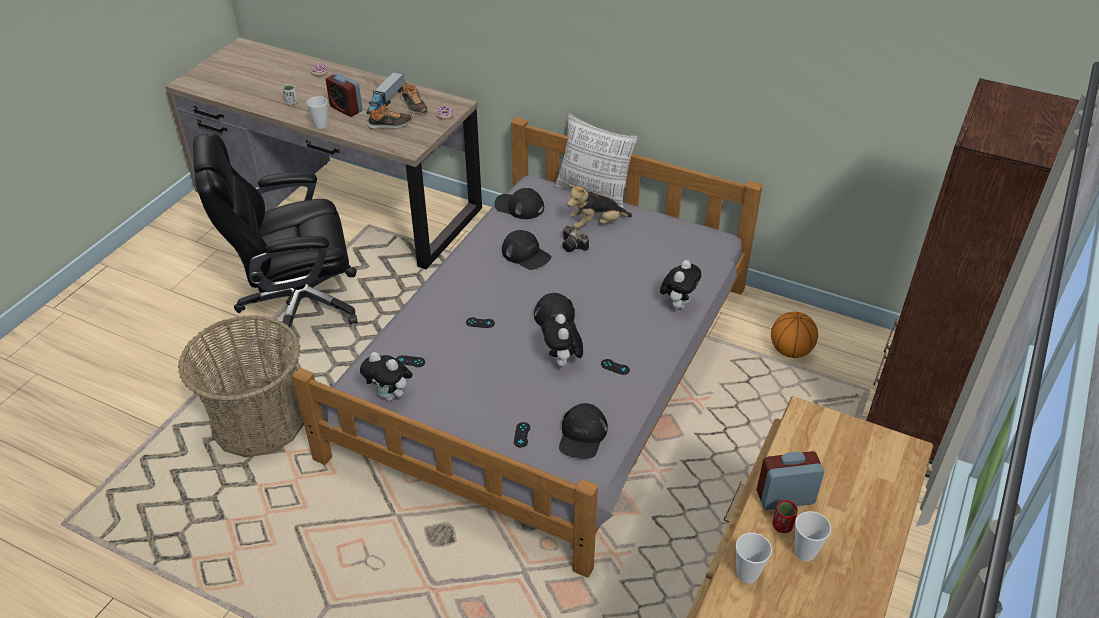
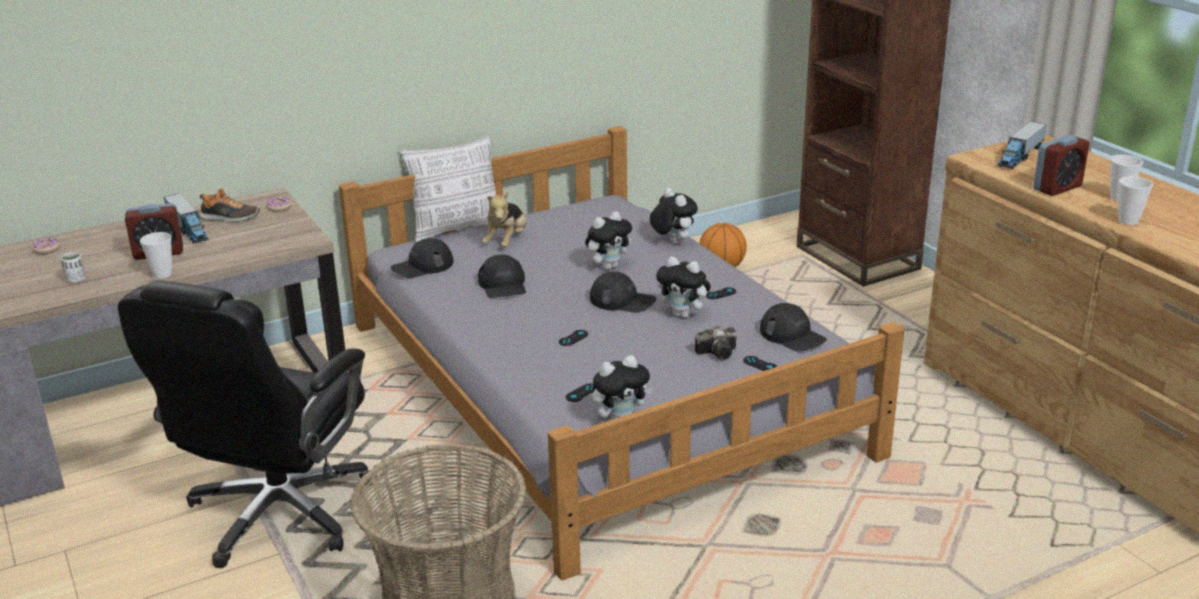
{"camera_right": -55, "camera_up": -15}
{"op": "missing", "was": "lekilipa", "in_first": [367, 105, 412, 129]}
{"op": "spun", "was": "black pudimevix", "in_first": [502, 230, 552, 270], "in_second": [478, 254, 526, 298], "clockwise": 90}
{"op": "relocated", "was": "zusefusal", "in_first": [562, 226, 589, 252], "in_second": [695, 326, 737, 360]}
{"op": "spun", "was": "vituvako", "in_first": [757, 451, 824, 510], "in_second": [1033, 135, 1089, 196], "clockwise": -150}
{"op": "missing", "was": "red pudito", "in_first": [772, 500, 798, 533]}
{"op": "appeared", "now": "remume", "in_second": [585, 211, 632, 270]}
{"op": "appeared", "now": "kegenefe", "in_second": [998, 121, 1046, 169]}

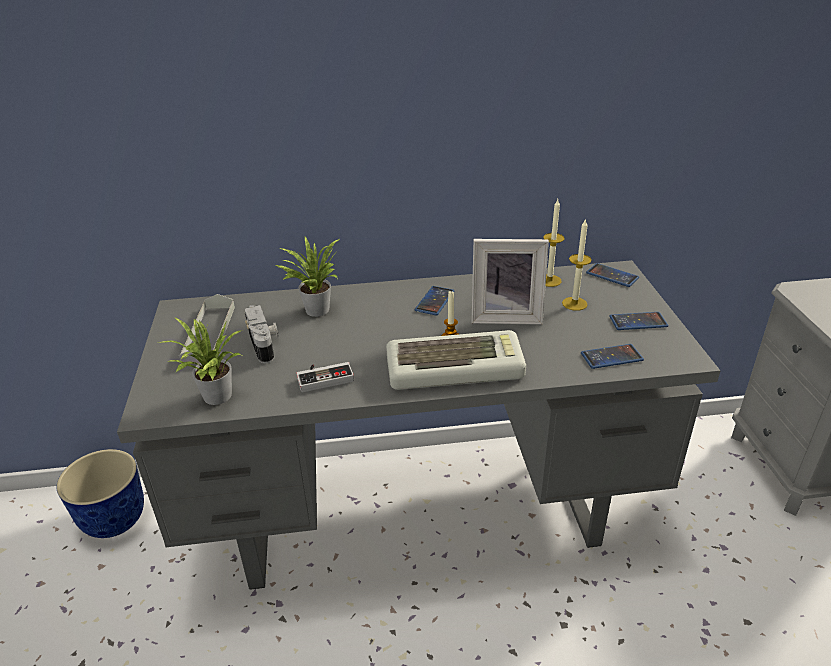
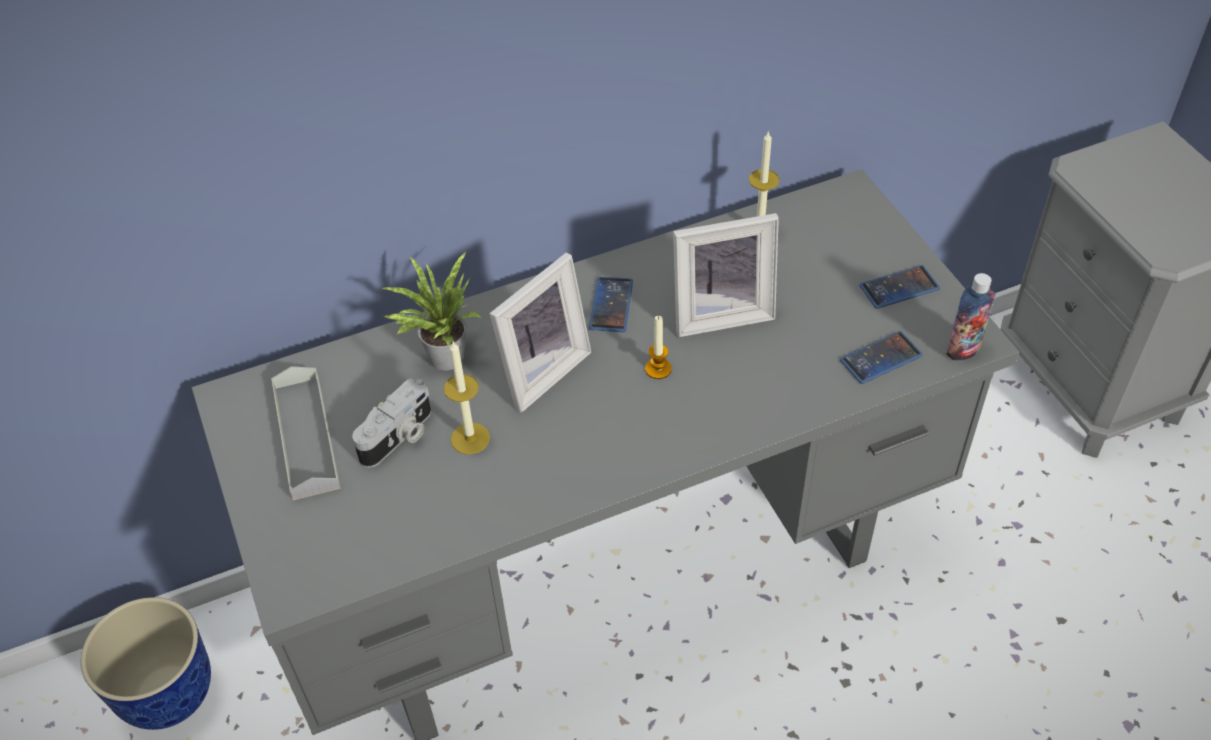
{"camera_right": -15, "camera_up": 15}
{"op": "missing", "was": "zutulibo", "in_first": [159, 317, 241, 405]}
{"op": "spun", "was": "zusefusal", "in_first": [244, 305, 279, 363], "in_second": [352, 378, 431, 468], "clockwise": 75}
{"op": "missing", "was": "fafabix", "in_first": [296, 362, 354, 392]}
{"op": "missing", "was": "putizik", "in_first": [386, 330, 526, 390]}
{"op": "relocated", "was": "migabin", "in_first": [562, 218, 592, 311], "in_second": [444, 342, 490, 454]}
{"op": "missing", "was": "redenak", "in_first": [586, 263, 639, 287]}
{"op": "appeared", "now": "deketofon", "in_second": [490, 253, 591, 413]}
{"op": "appeared", "now": "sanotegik", "in_second": [946, 273, 996, 361]}

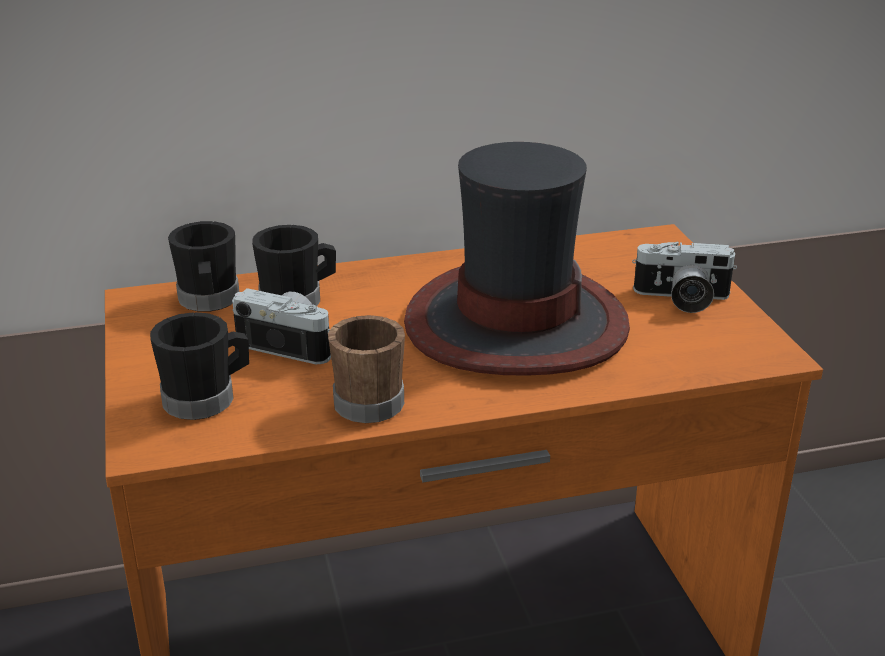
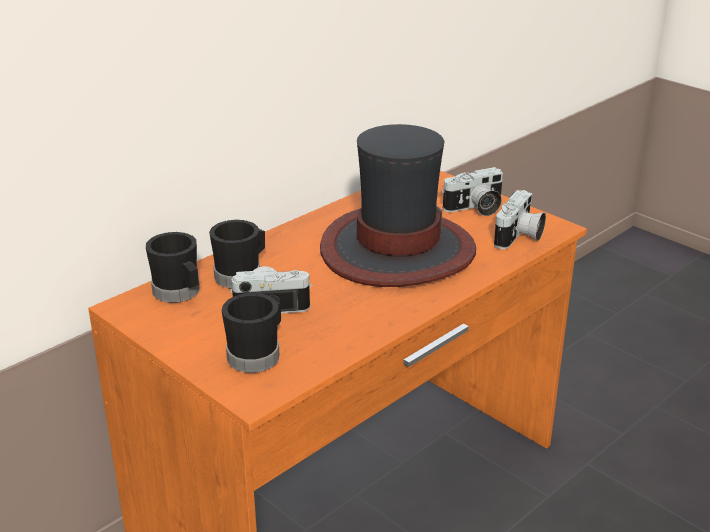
{"camera_right": -30, "camera_up": 0}
{"op": "missing", "was": "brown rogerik", "in_first": [328, 315, 405, 423]}
{"op": "appeared", "now": "zusefusal", "in_second": [494, 190, 546, 249]}

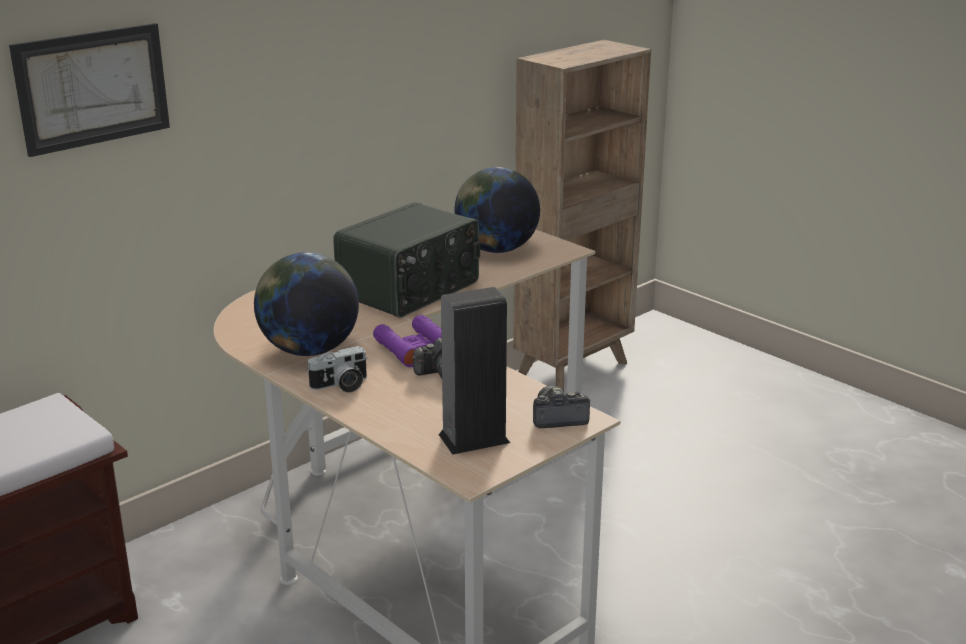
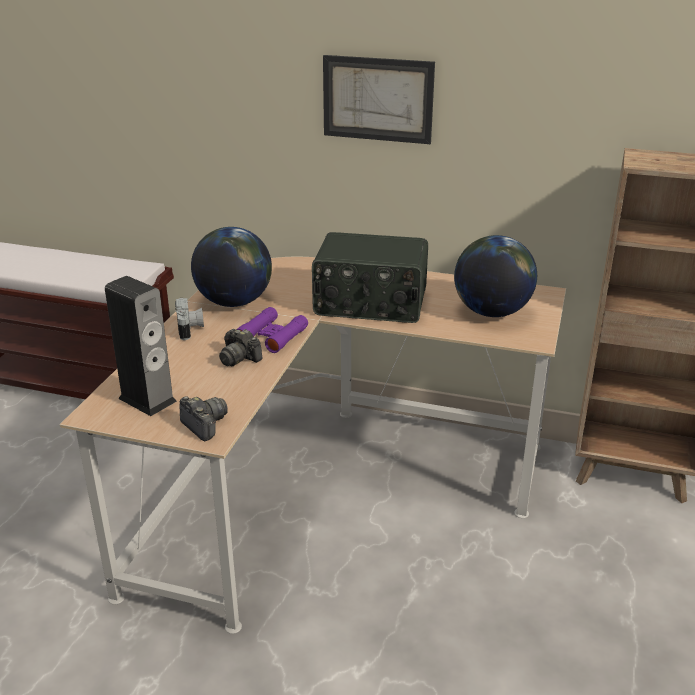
{"camera_right": 60, "camera_up": 5}
{"op": "relocated", "was": "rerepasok", "in_first": [9, 23, 170, 157], "in_second": [323, 55, 435, 144]}
{"op": "spun", "was": "zusefusal", "in_first": [307, 346, 367, 393], "in_second": [175, 298, 204, 340], "clockwise": -135}

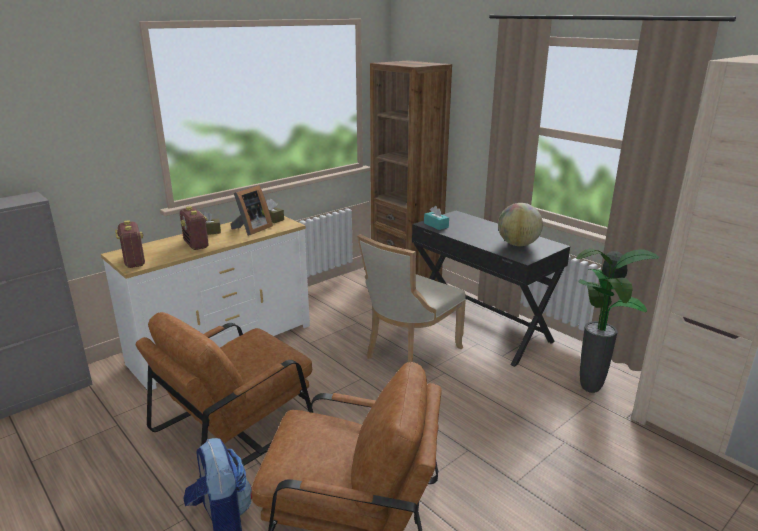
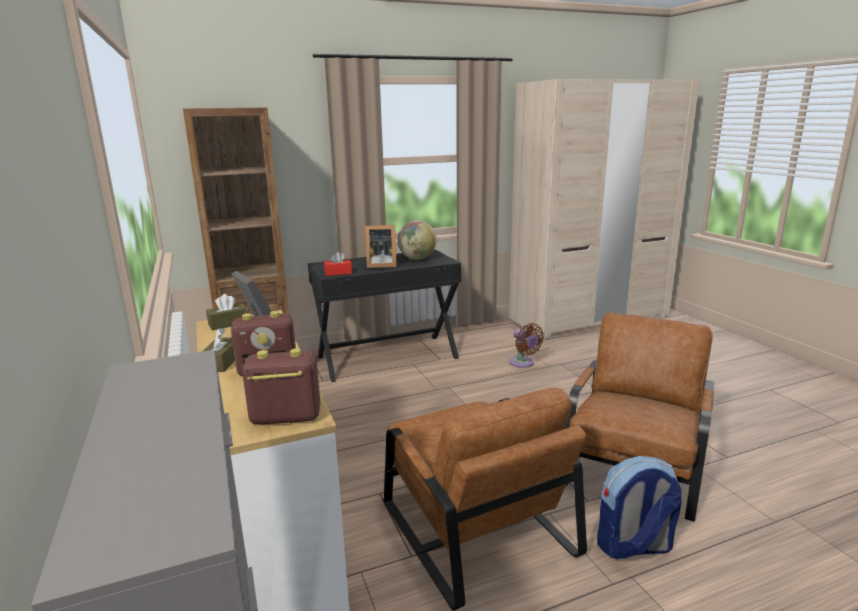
{"camera_right": -70, "camera_up": -5}
{"op": "missing", "was": "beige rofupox", "in_first": [357, 234, 466, 362]}
{"op": "colour", "was": "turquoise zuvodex", "now": "red zuvodex", "in_first": [424, 206, 449, 230], "in_second": [324, 252, 352, 276]}
{"op": "missing", "was": "zutulibo", "in_first": [576, 248, 659, 393]}
{"op": "appeared", "now": "deketofon", "in_second": [365, 225, 397, 268]}
{"op": "appeared", "now": "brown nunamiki", "in_second": [509, 323, 544, 368]}

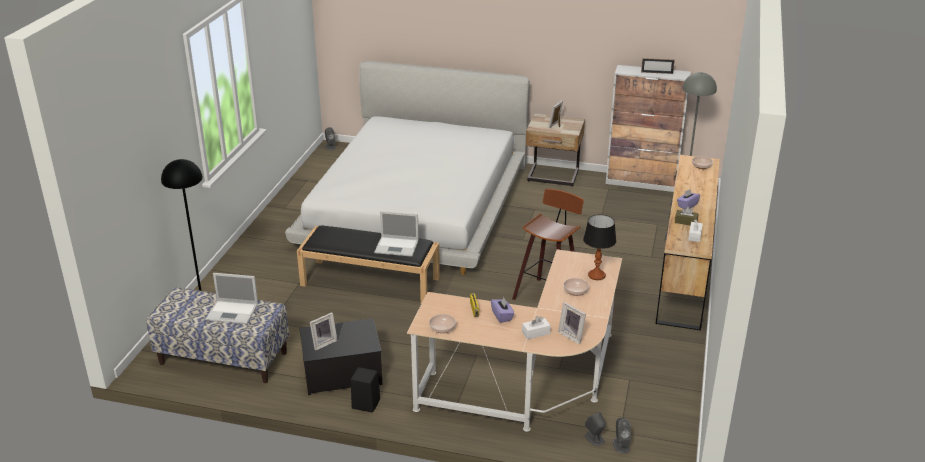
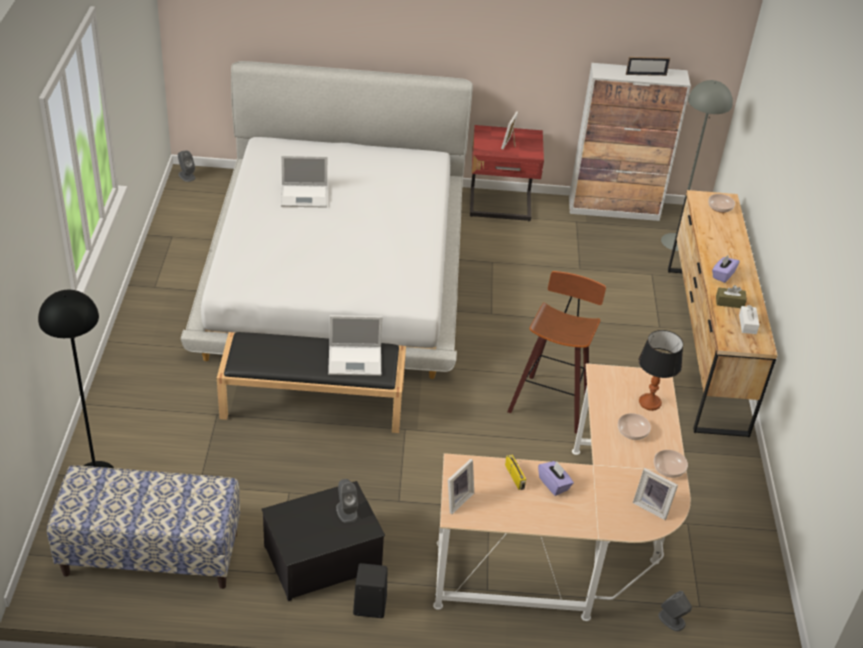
{"camera_right": -15, "camera_up": 10}
{"op": "relocated", "was": "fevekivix", "in_first": [205, 273, 258, 324], "in_second": [281, 155, 327, 208]}
{"op": "relocated", "was": "deketofon", "in_first": [310, 312, 338, 351], "in_second": [448, 459, 474, 514]}
{"op": "relocated", "was": "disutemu", "in_first": [429, 314, 456, 333], "in_second": [654, 450, 688, 478]}
{"op": "missing", "was": "white zuvodex", "in_first": [522, 316, 551, 339]}
{"op": "colour", "was": "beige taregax", "now": "red taregax", "in_first": [526, 113, 585, 187], "in_second": [470, 125, 544, 221]}
{"op": "relocated", "was": "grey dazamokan", "in_first": [613, 418, 631, 454], "in_second": [336, 479, 358, 523]}

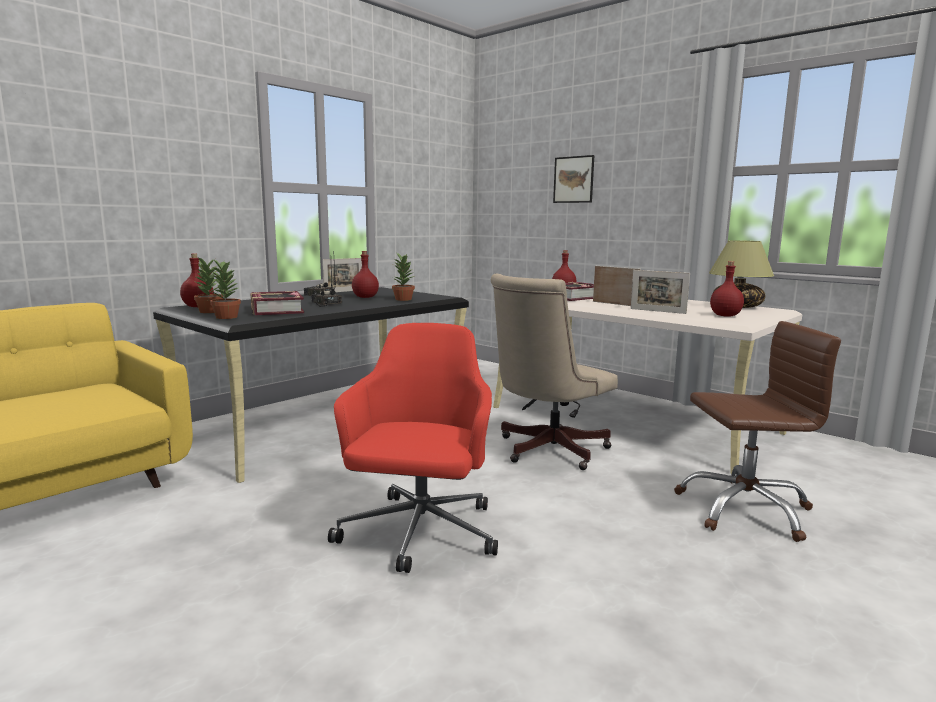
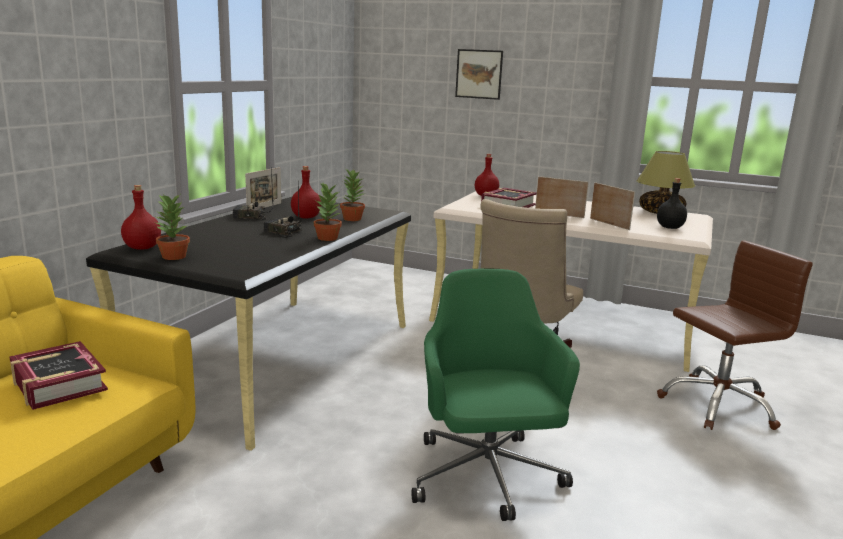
{"camera_right": -20, "camera_up": 5}
{"op": "relocated", "was": "zutulibo", "in_first": [210, 259, 241, 319], "in_second": [314, 183, 342, 241]}
{"op": "relocated", "was": "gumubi", "in_first": [250, 291, 304, 315], "in_second": [9, 341, 108, 410]}
{"op": "colour", "was": "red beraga", "now": "green beraga", "in_first": [328, 323, 498, 573], "in_second": [411, 268, 580, 521]}
{"op": "spun", "was": "deketofon", "in_first": [631, 270, 690, 314], "in_second": [590, 182, 635, 230], "clockwise": -135}
{"op": "colour", "was": "red sanotegik", "now": "black sanotegik", "in_first": [710, 261, 744, 317], "in_second": [657, 178, 687, 229]}

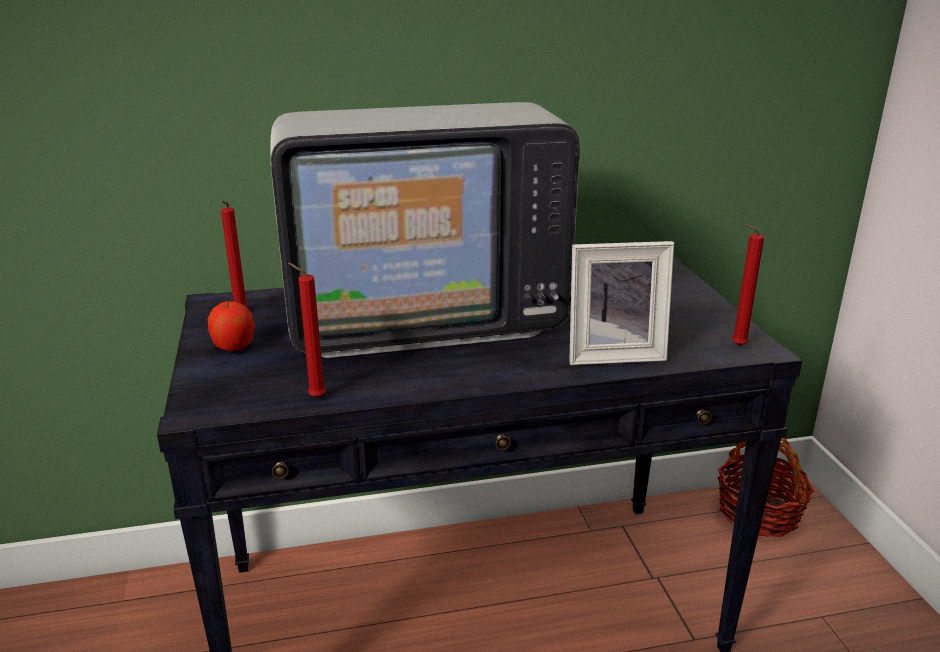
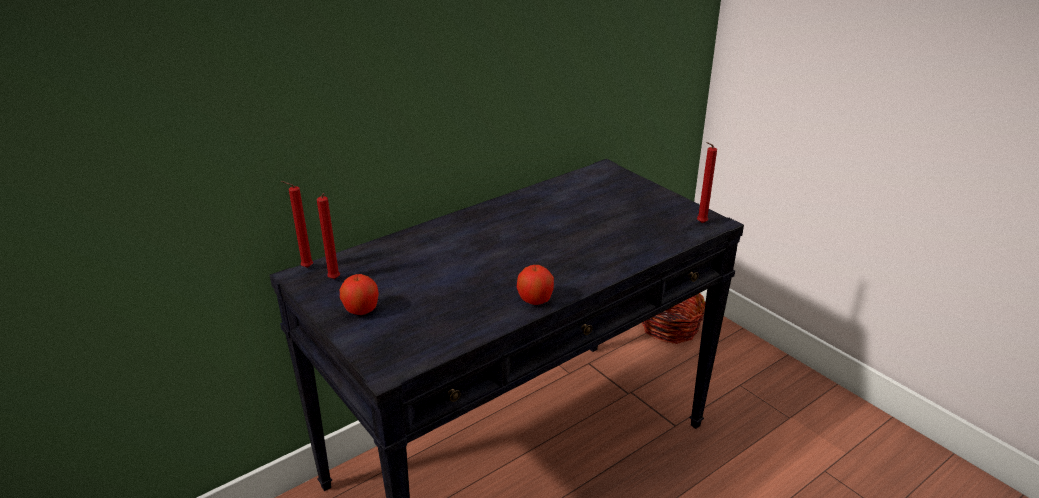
{"camera_right": -25, "camera_up": 5}
{"op": "missing", "was": "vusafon", "in_first": [270, 102, 580, 358]}
{"op": "relocated", "was": "red migabin", "in_first": [288, 263, 326, 398], "in_second": [281, 181, 313, 268]}
{"op": "missing", "was": "deketofon", "in_first": [569, 241, 674, 365]}
{"op": "appeared", "now": "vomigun", "in_second": [517, 265, 554, 305]}

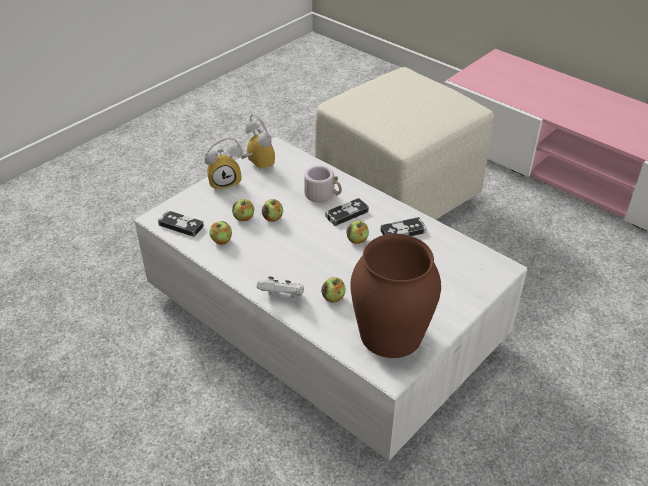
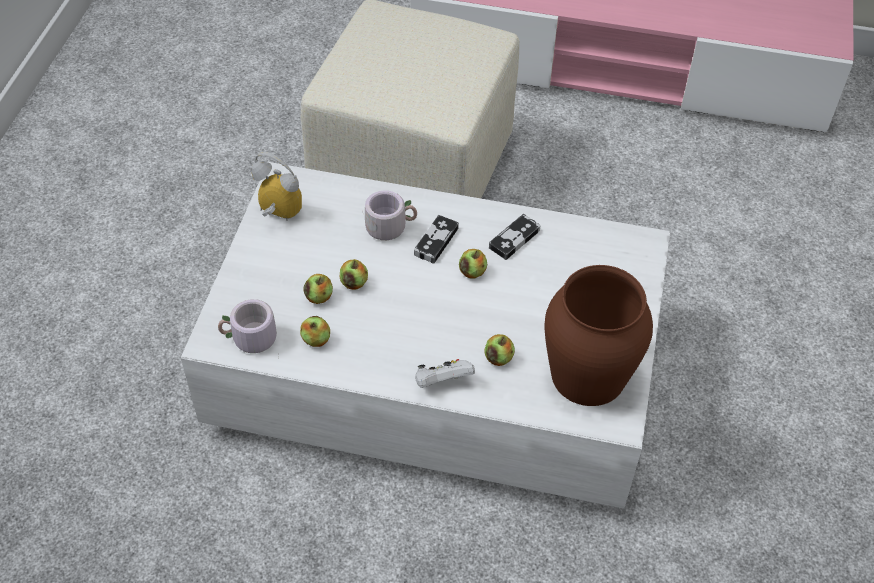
{"camera_right": -30, "camera_up": 10}
{"op": "exchanged", "was": "fafabix", "now": "grey rogerik", "in_first": [158, 211, 204, 237], "in_second": [218, 299, 279, 359]}
{"op": "missing", "was": "vituvako", "in_first": [205, 137, 243, 191]}

